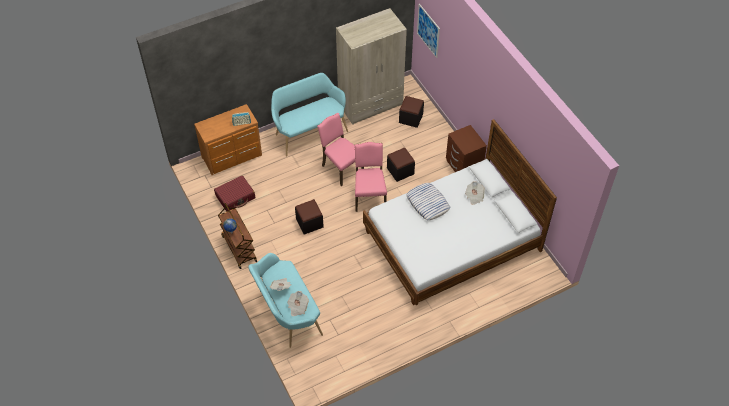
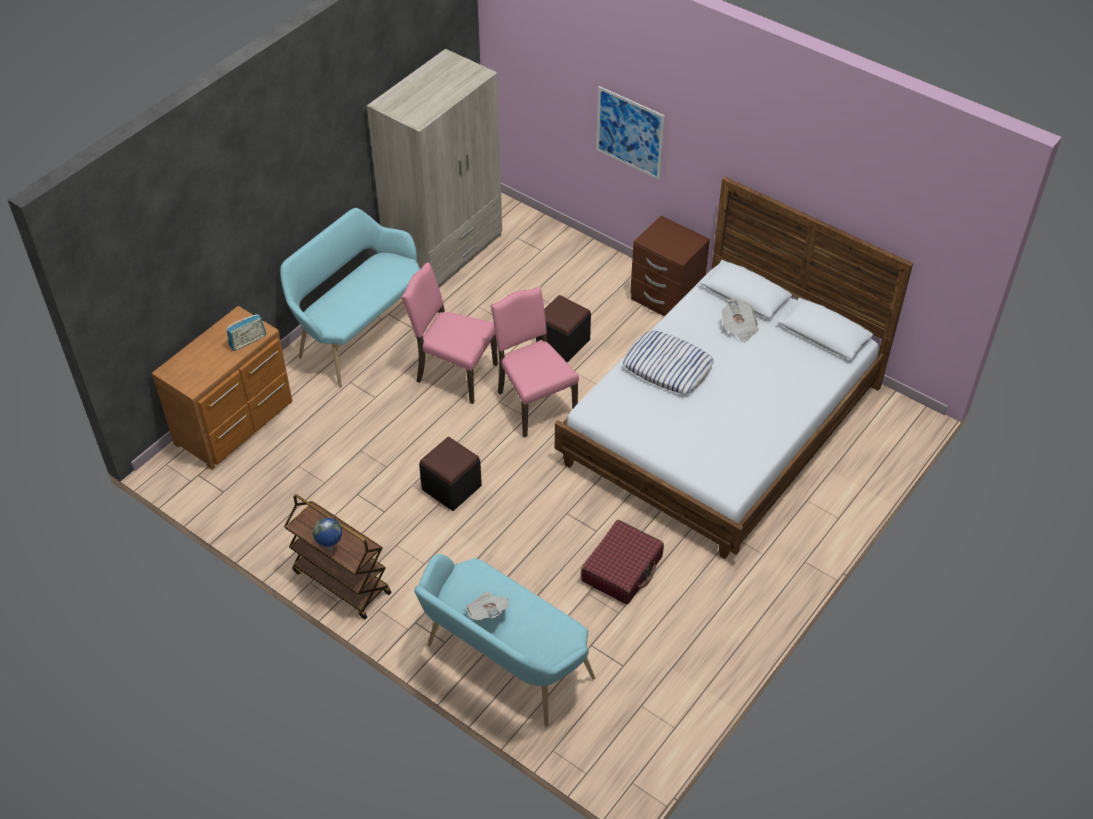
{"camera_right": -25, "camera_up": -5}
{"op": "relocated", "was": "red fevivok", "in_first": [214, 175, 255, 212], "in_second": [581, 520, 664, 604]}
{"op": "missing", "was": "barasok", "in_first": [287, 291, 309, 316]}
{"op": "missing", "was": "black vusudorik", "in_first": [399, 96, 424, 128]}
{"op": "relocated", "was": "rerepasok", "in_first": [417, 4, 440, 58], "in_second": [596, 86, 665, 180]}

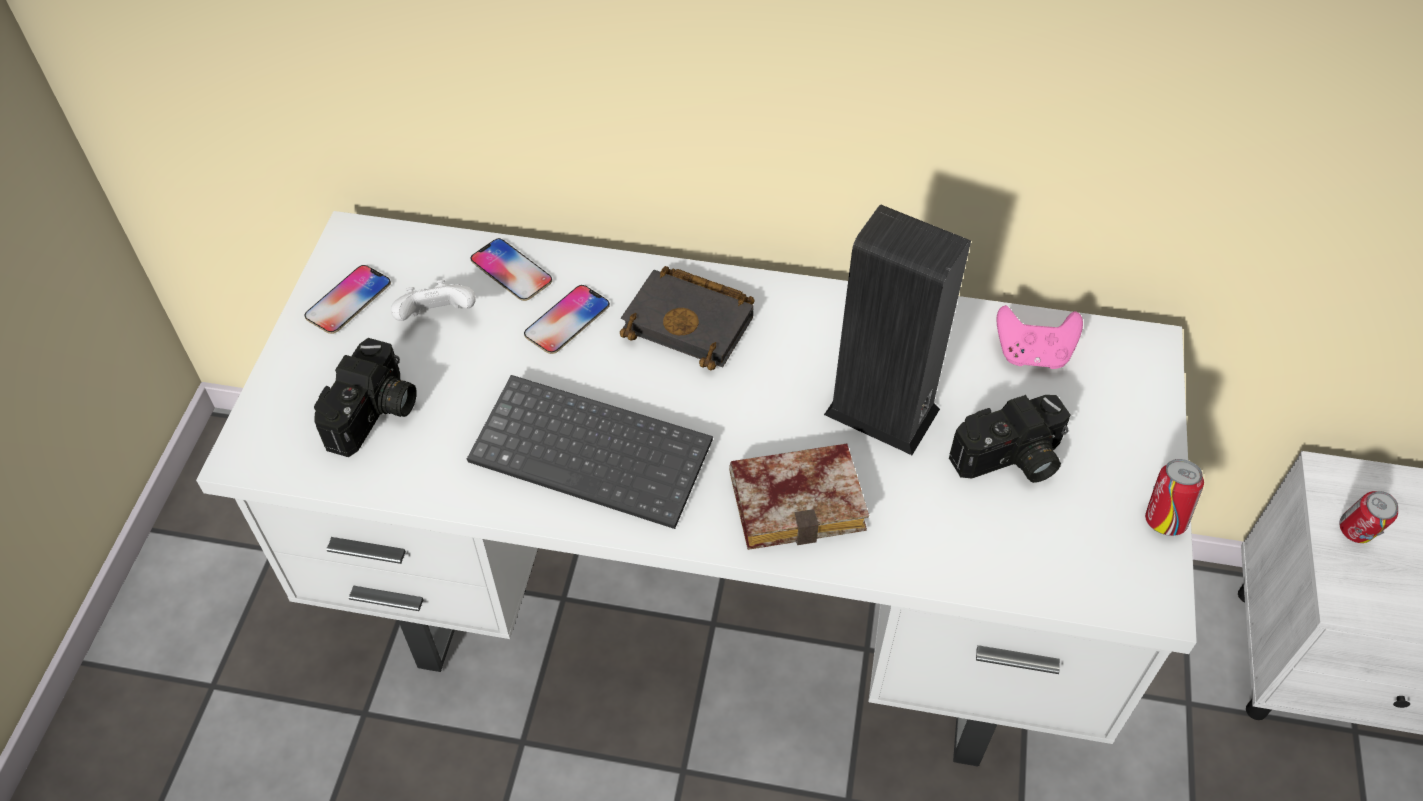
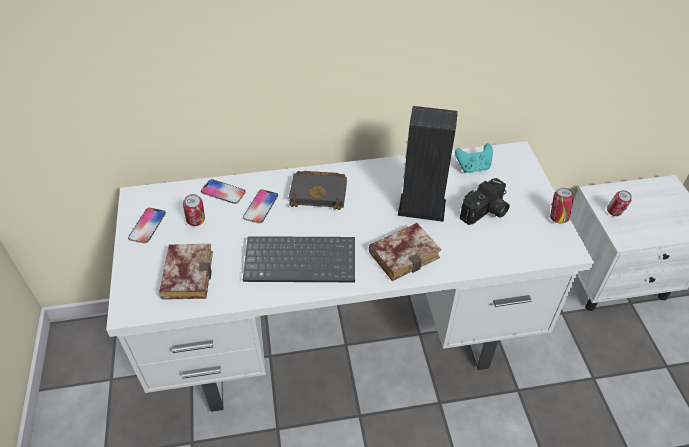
{"camera_right": -20, "camera_up": -5}
{"op": "exchanged", "was": "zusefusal", "now": "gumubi", "in_first": [314, 338, 417, 457], "in_second": [159, 244, 213, 300]}
{"op": "exchanged", "was": "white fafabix", "now": "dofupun", "in_first": [391, 280, 476, 321], "in_second": [183, 194, 205, 226]}
{"op": "colour", "was": "pink fafabix", "now": "turquoise fafabix", "in_first": [996, 305, 1083, 369], "in_second": [455, 143, 493, 173]}

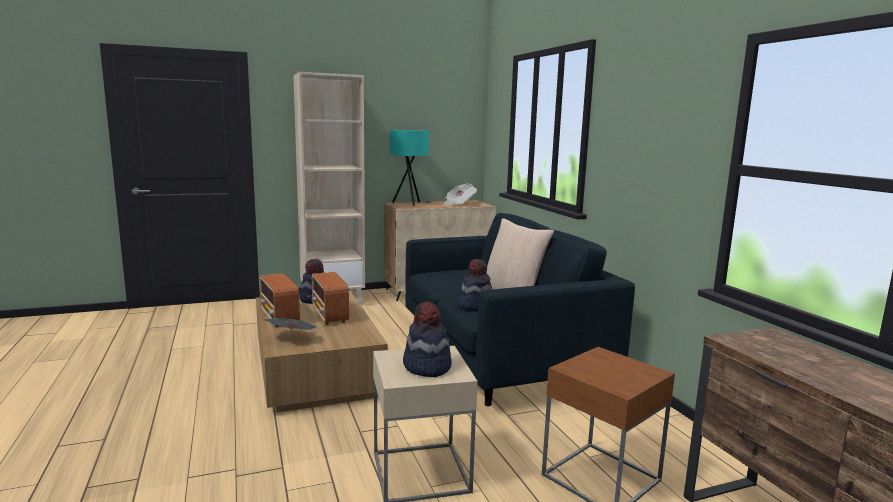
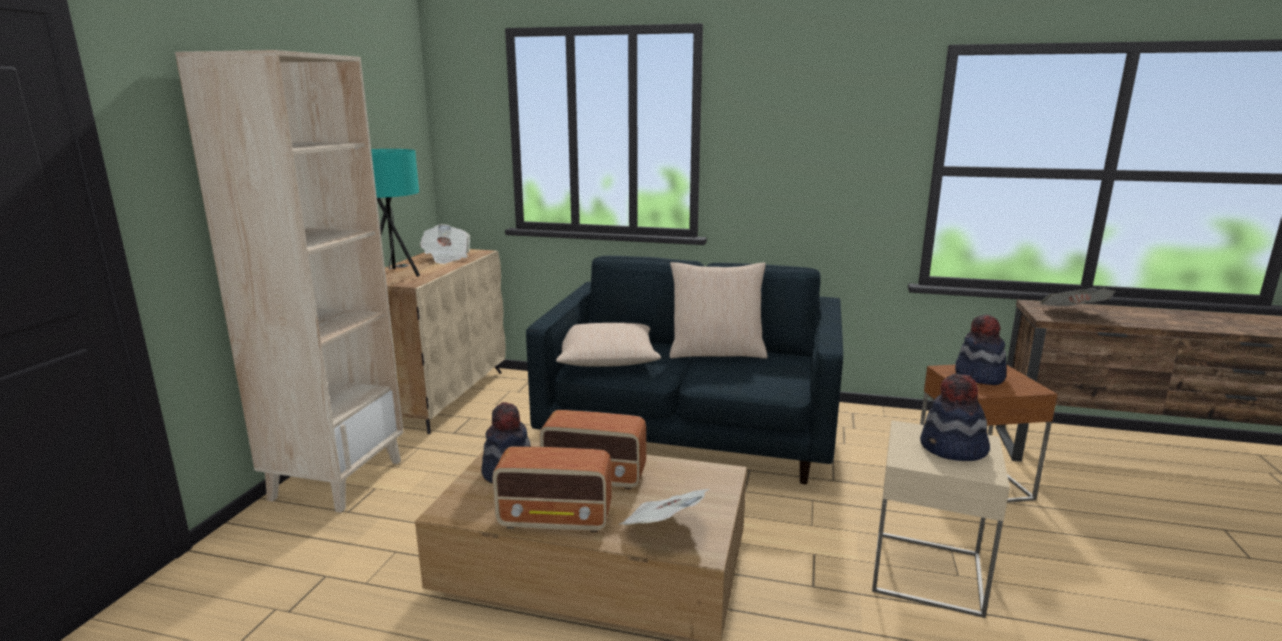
{"camera_right": -55, "camera_up": 5}
{"op": "relocated", "was": "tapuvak", "in_first": [458, 259, 492, 311], "in_second": [955, 314, 1007, 385]}
{"op": "appeared", "now": "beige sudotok", "in_second": [556, 323, 661, 367]}
{"op": "appeared", "now": "barasok", "in_second": [1040, 288, 1116, 306]}

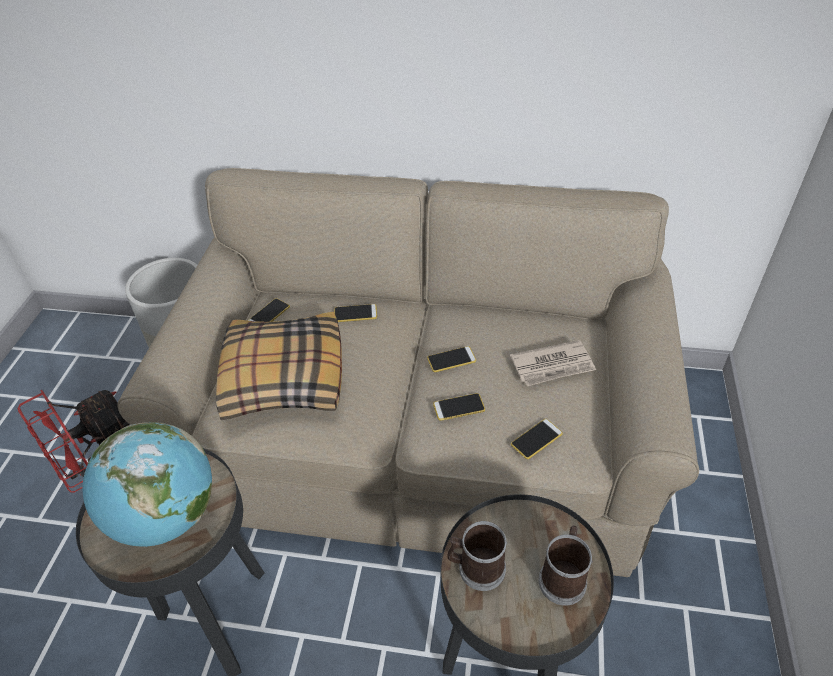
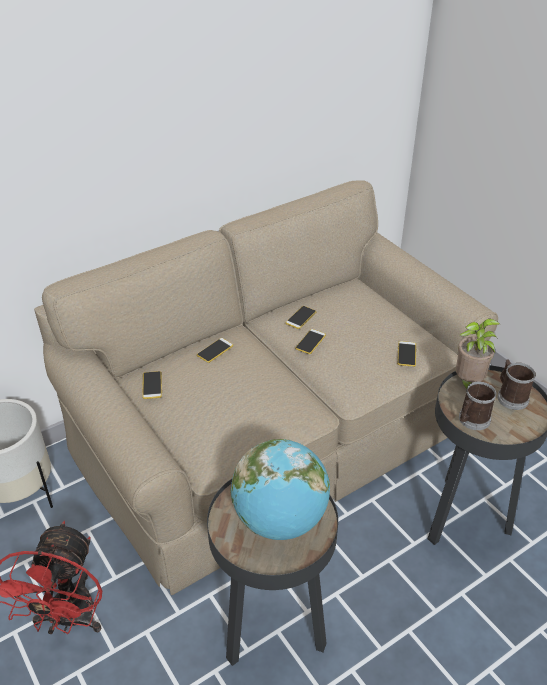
{"camera_right": -45, "camera_up": -5}
{"op": "missing", "was": "sudotok", "in_first": [216, 312, 342, 420]}
{"op": "relocated", "was": "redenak", "in_first": [433, 393, 485, 421], "in_second": [285, 306, 317, 329]}
{"op": "missing", "was": "barasok", "in_first": [510, 340, 596, 386]}
{"op": "appeared", "now": "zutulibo", "in_second": [456, 318, 500, 389]}

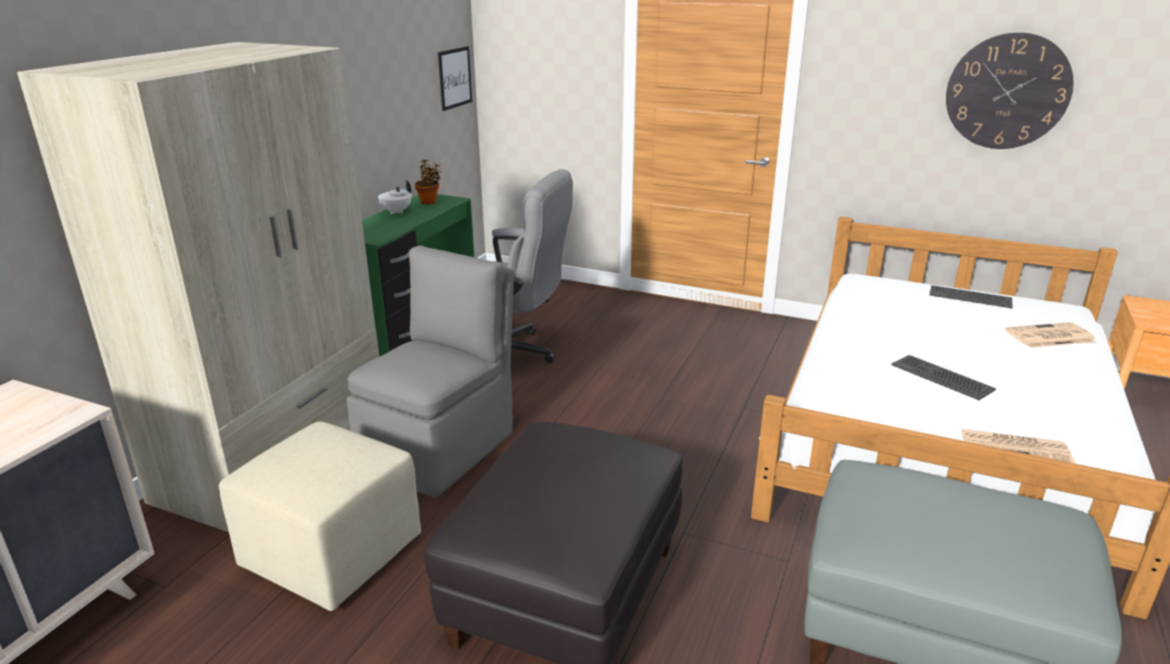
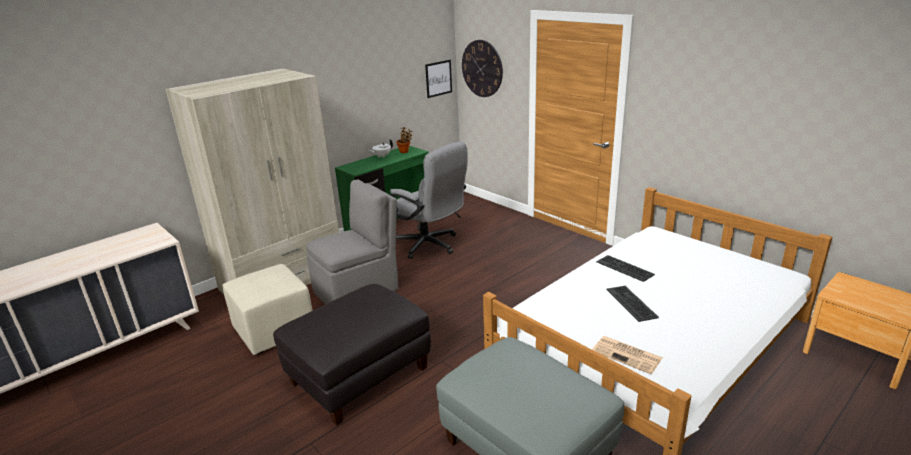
{"camera_right": 25, "camera_up": 0}
{"op": "relocated", "was": "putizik", "in_first": [929, 285, 1013, 308], "in_second": [596, 255, 655, 282]}
{"op": "relocated", "was": "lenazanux", "in_first": [946, 32, 1074, 149], "in_second": [462, 40, 503, 97]}
{"op": "missing", "was": "barasok", "in_first": [1005, 322, 1096, 348]}

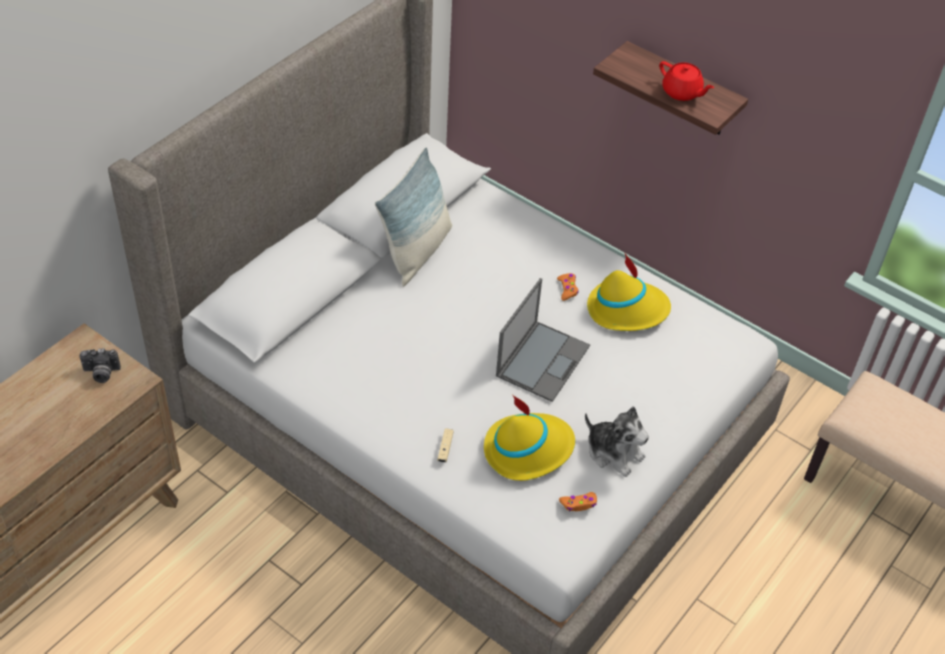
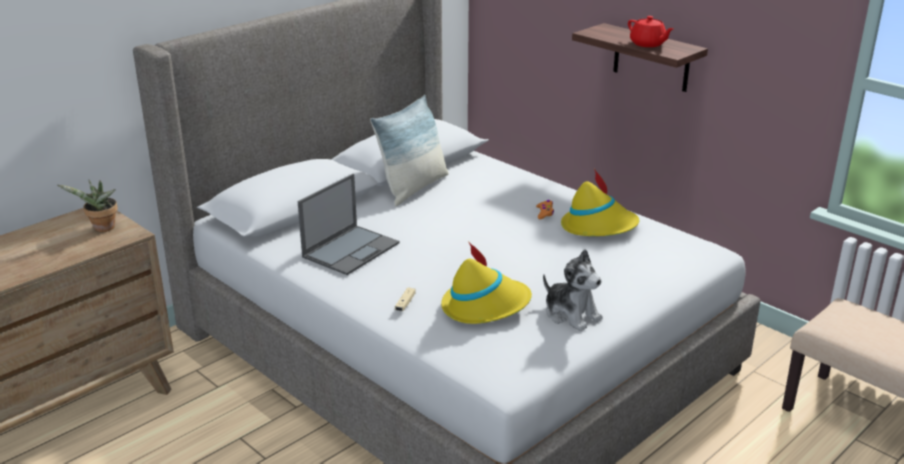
{"camera_right": 10, "camera_up": -20}
{"op": "exchanged", "was": "zusefusal", "now": "zutulibo", "in_first": [80, 348, 121, 383], "in_second": [58, 180, 118, 232]}
{"op": "relocated", "was": "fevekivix", "in_first": [496, 278, 590, 402], "in_second": [298, 174, 400, 275]}
{"op": "missing", "was": "orange fafabix", "in_first": [559, 492, 597, 511]}

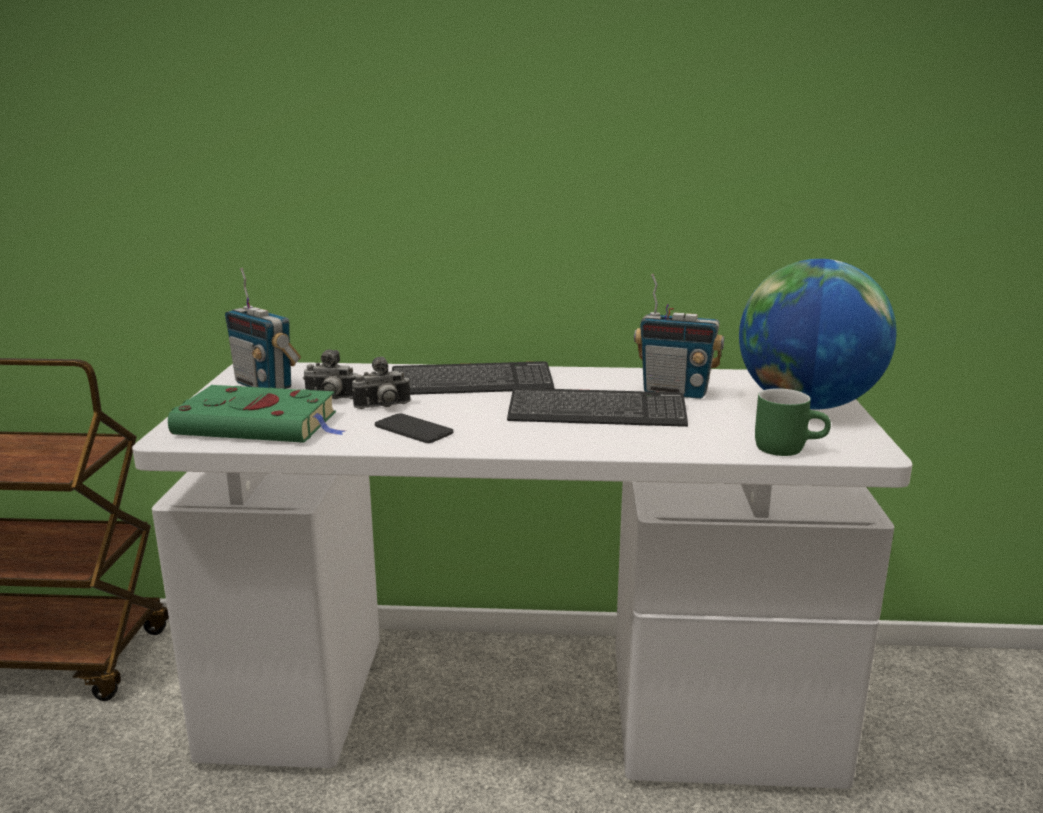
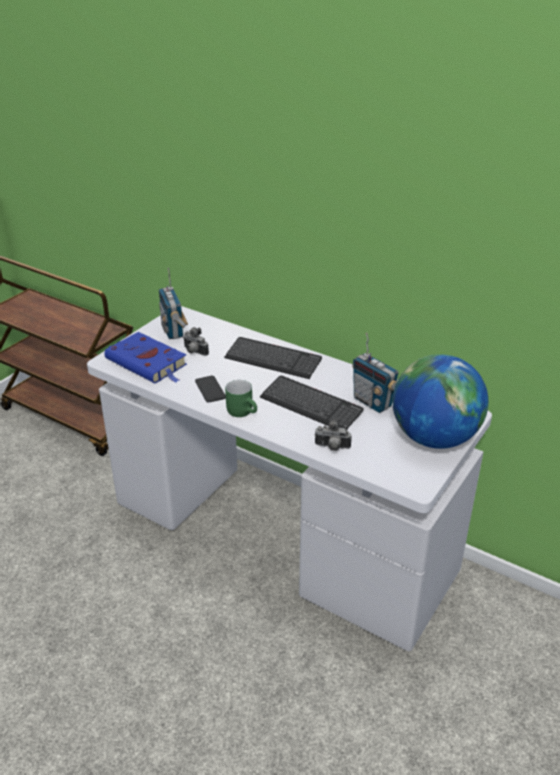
{"camera_right": 30, "camera_up": 15}
{"op": "colour", "was": "green gumubi", "now": "blue gumubi", "in_first": [168, 385, 345, 443], "in_second": [104, 332, 187, 383]}
{"op": "relocated", "was": "zusefusal", "in_first": [352, 357, 411, 409], "in_second": [314, 418, 352, 451]}
{"op": "relocated", "was": "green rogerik", "in_first": [755, 388, 831, 456], "in_second": [225, 380, 257, 417]}

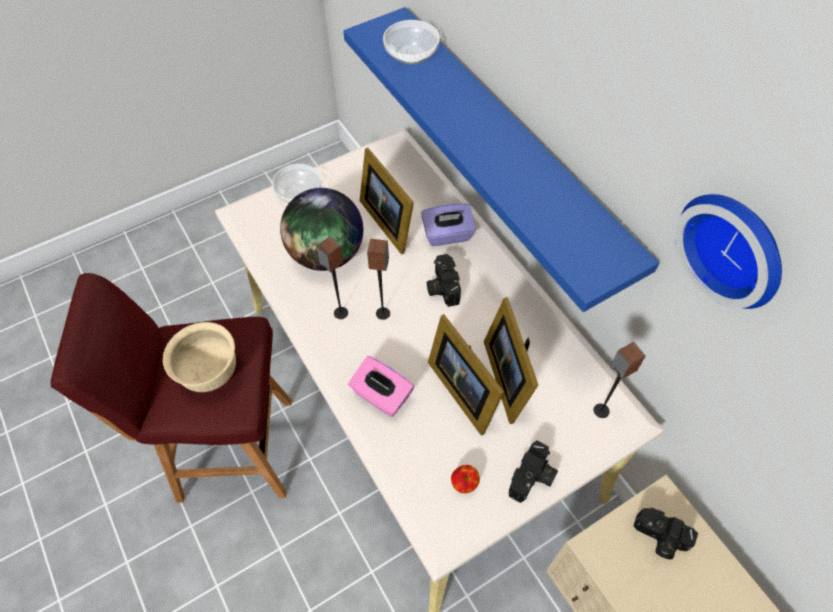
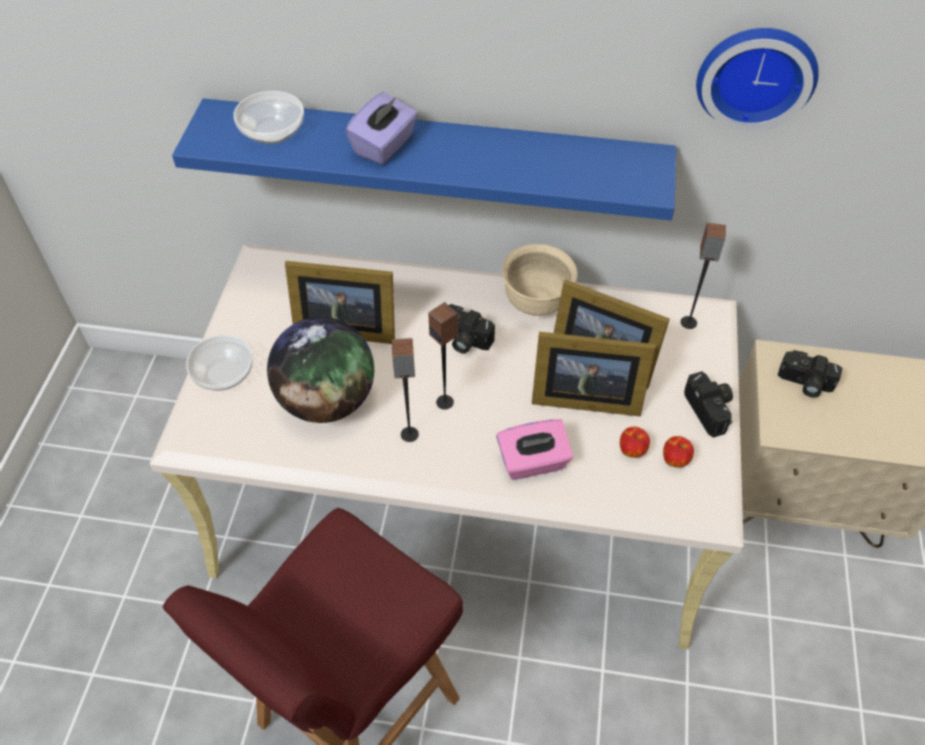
{"camera_right": -50, "camera_up": -5}
{"op": "relocated", "was": "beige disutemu", "in_first": [163, 322, 236, 392], "in_second": [502, 244, 578, 316]}
{"op": "relocated", "was": "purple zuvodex", "in_first": [421, 203, 476, 246], "in_second": [345, 92, 418, 165]}
{"op": "spun", "was": "zusefusal", "in_first": [633, 508, 698, 559], "in_second": [778, 350, 842, 397], "clockwise": 45}
{"op": "appeared", "now": "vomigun", "in_second": [620, 427, 650, 458]}

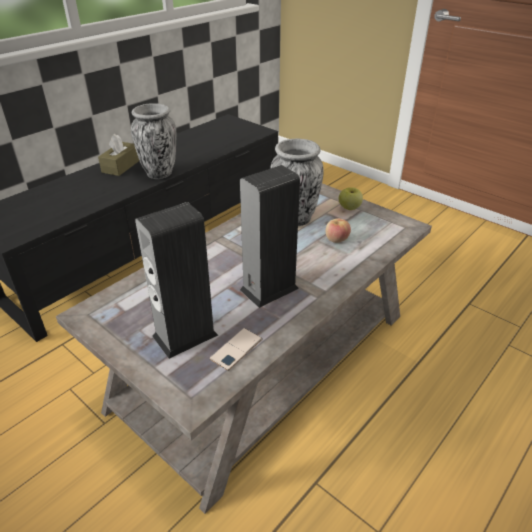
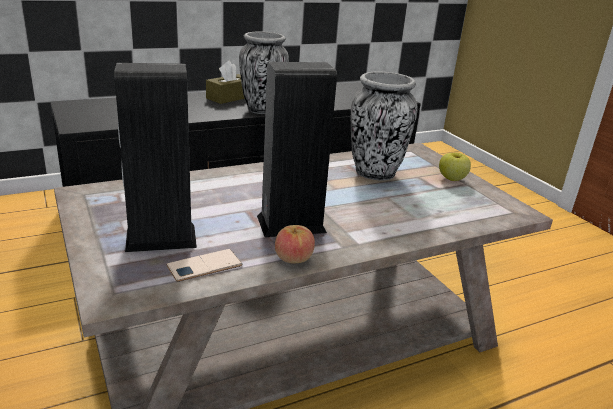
{"camera_right": 20, "camera_up": -10}
{"op": "relocated", "was": "vomigun", "in_first": [325, 218, 351, 243], "in_second": [275, 225, 315, 263]}

